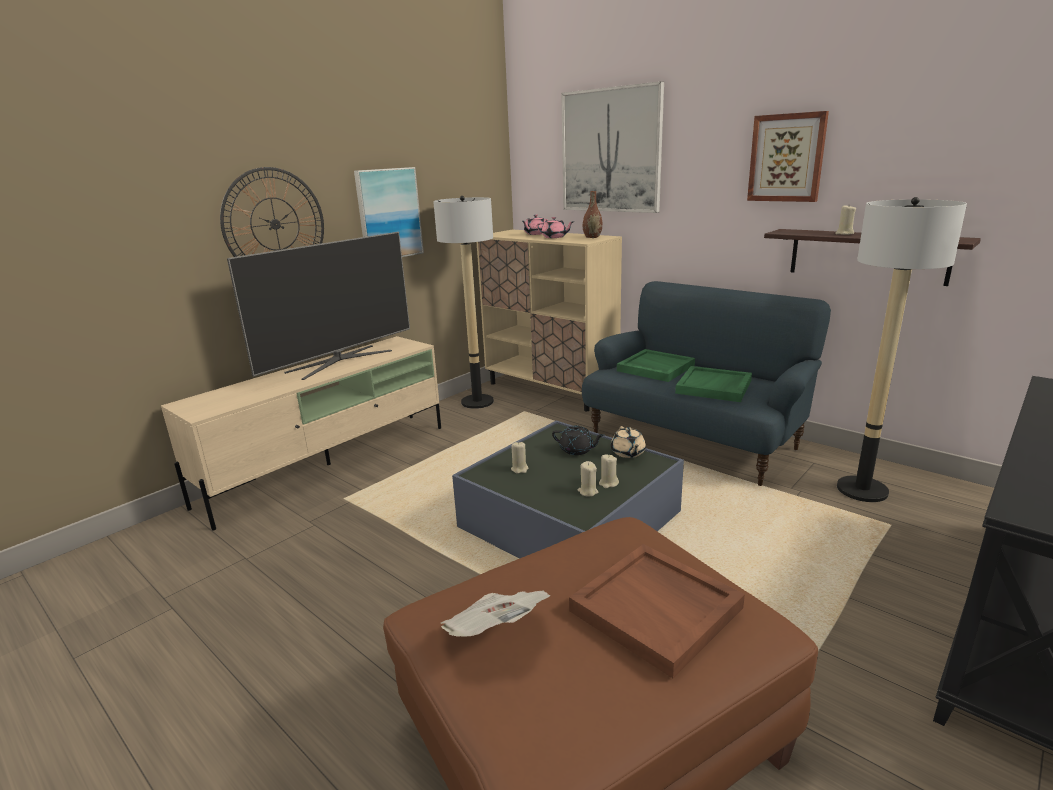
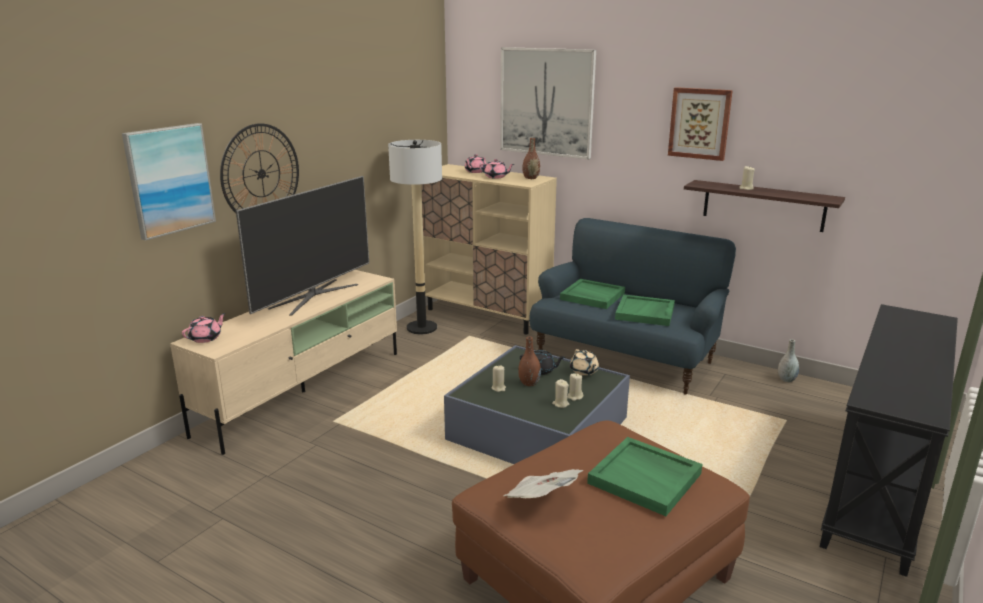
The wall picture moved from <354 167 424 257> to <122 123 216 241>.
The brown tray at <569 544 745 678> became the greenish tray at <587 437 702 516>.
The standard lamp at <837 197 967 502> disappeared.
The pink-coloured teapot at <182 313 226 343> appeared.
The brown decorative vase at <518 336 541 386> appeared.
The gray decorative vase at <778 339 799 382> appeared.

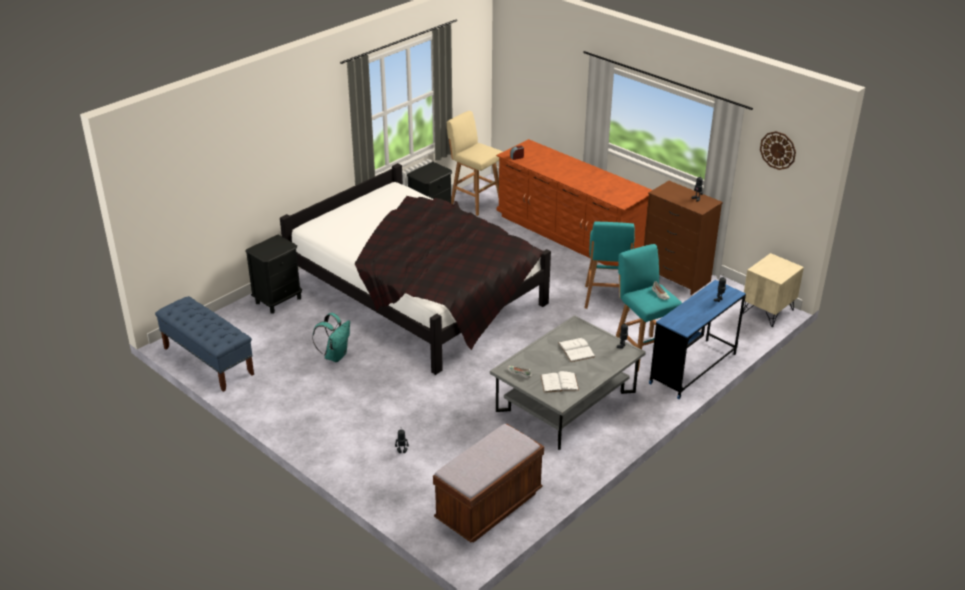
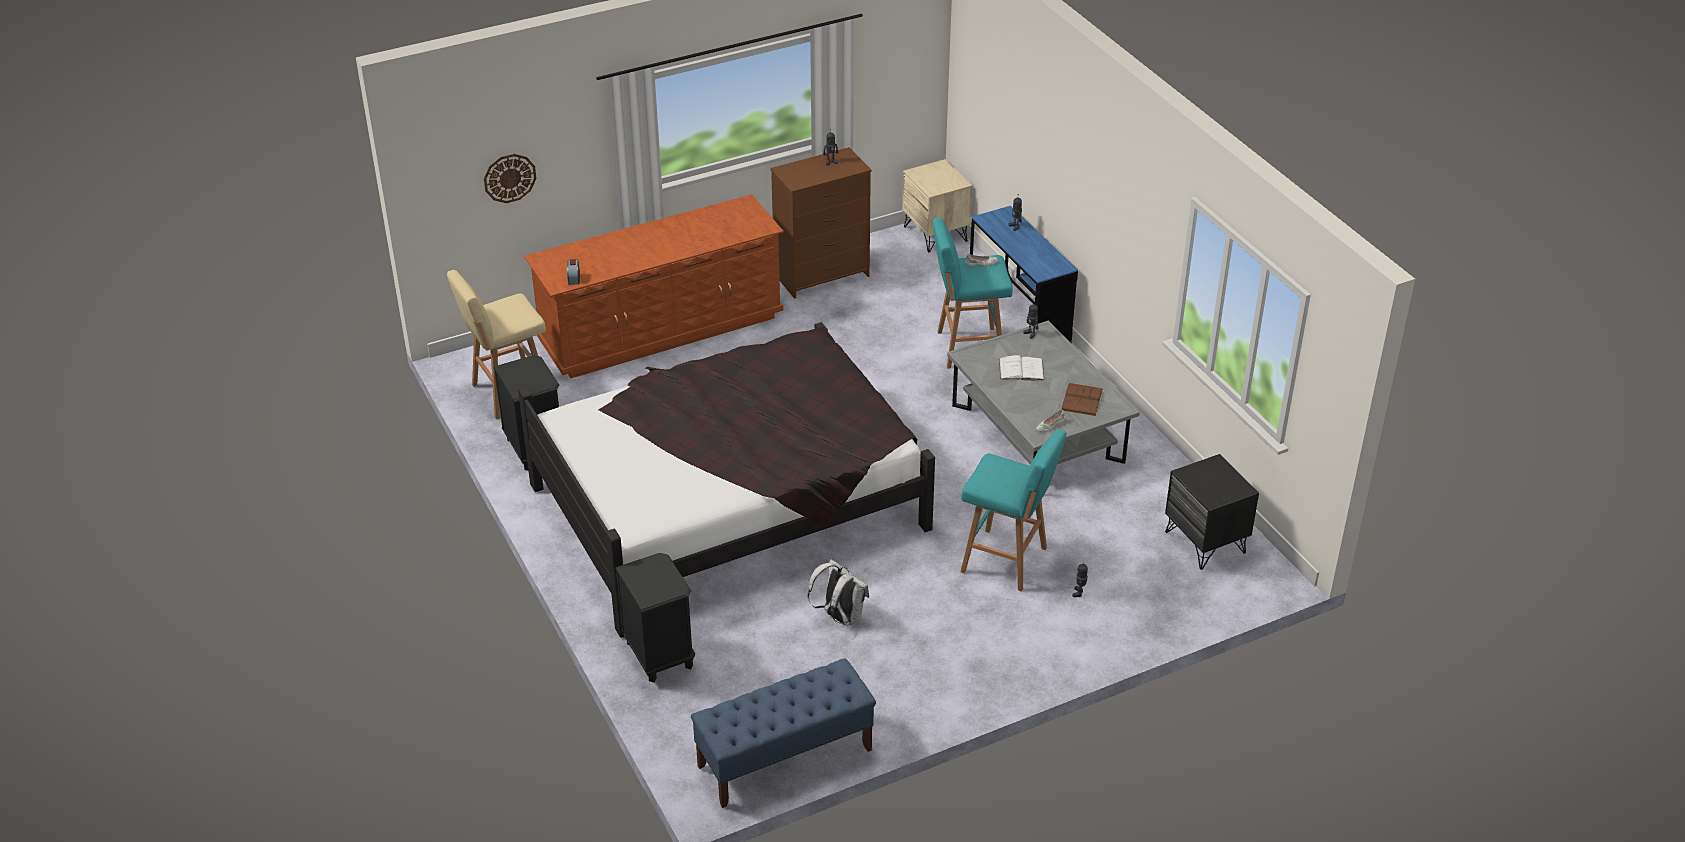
The turquoise rucksack at <312 313 350 362> became the white rucksack at <808 559 869 627>.
The brown indoor bench at <433 424 544 543> was replaced by the black nightstand at <1165 454 1259 570>.
The white book at <541 371 579 393> became the brown book at <1061 383 1103 416>.
The turquoise stool moved from <585 222 635 311> to <960 429 1066 592>.
The clock on the wall moved from <760 131 796 170> to <484 154 537 203>.

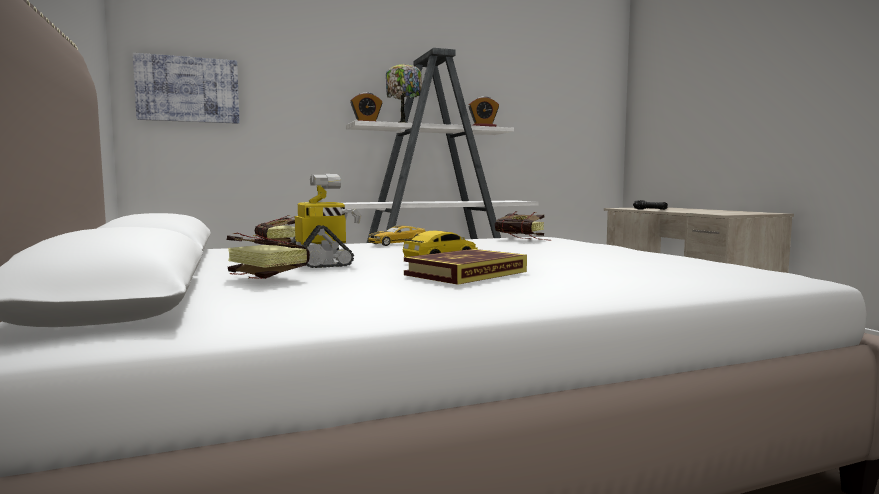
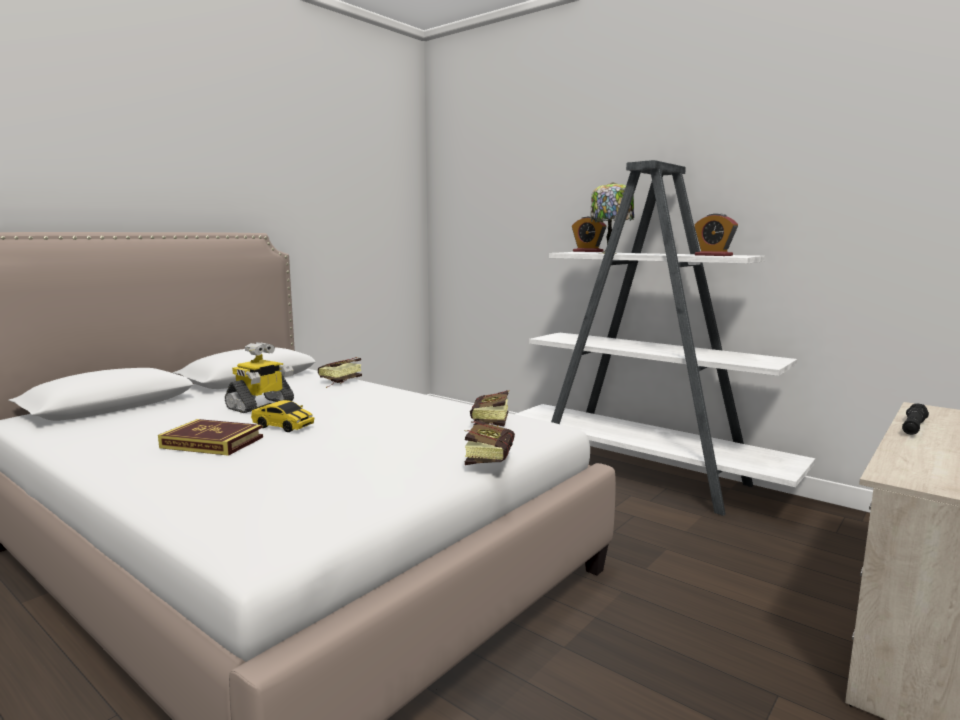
The wall picture at <133 53 240 124> disappeared.
The book moved from <227 232 310 279> to <465 420 515 465>.
The miniature car at <368 225 426 246> disappeared.

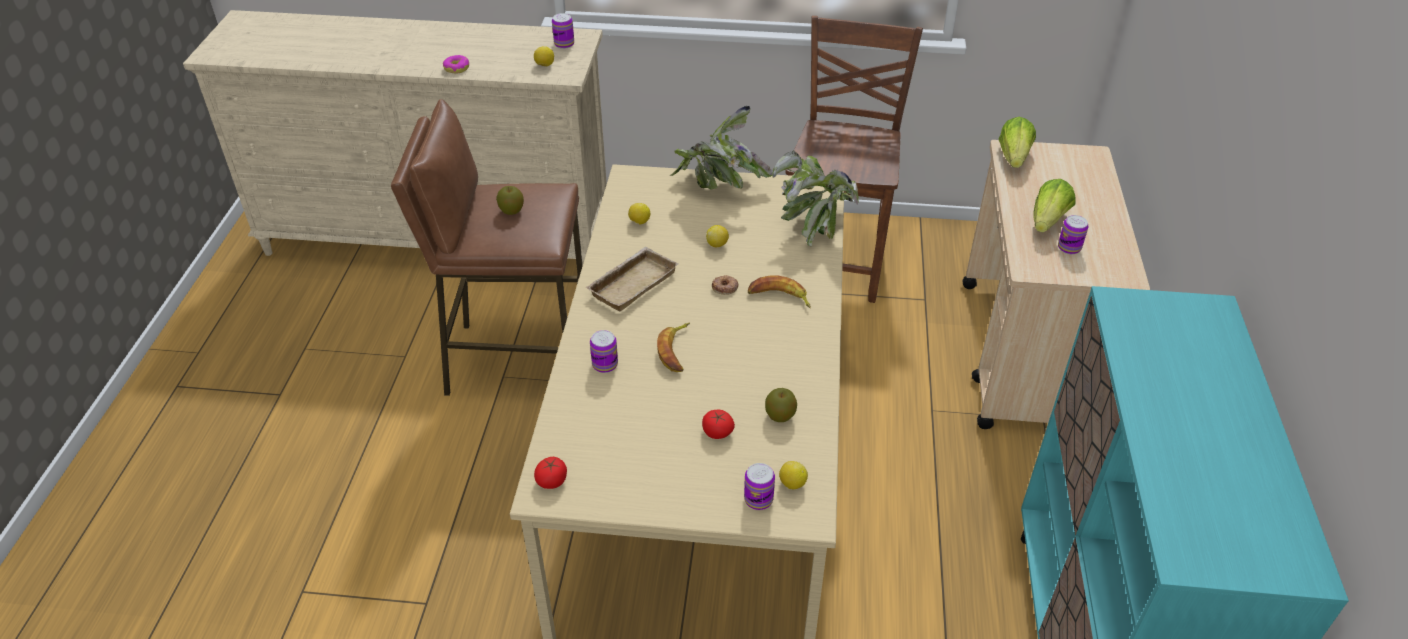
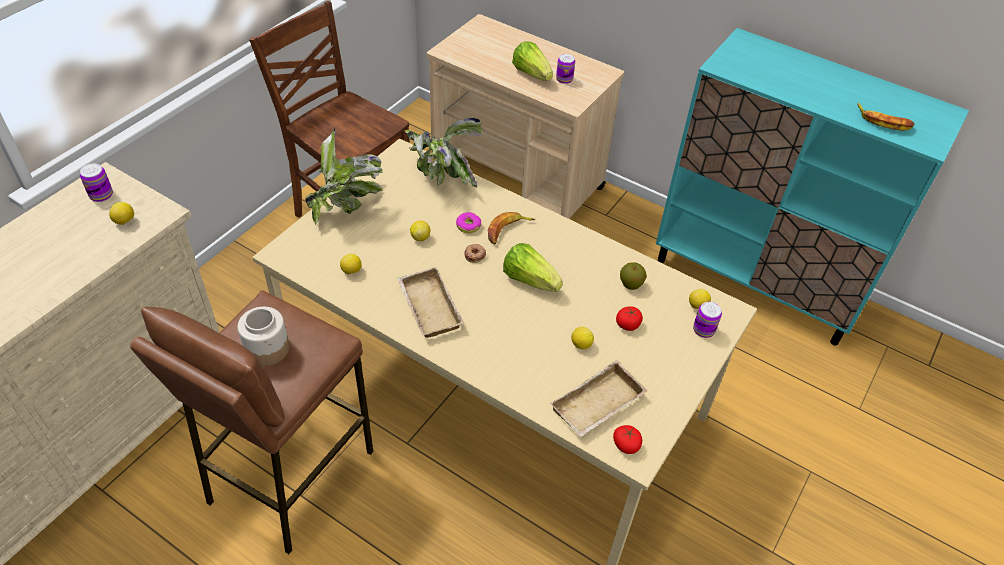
The donut moved from <443 55 469 73> to <456 212 481 233>.
The apple fruit at <496 186 524 215> was replaced by the storage jar at <237 307 289 367>.
The metal can at <590 330 618 373> disappeared.
The banana fruit moved from <657 323 690 372> to <857 103 915 131>.
The head of lettuce moved from <999 117 1036 168> to <503 243 563 292>.
The beige tray at <550 360 648 437> appeared.
The citrus fruit at <571 327 594 349> appeared.

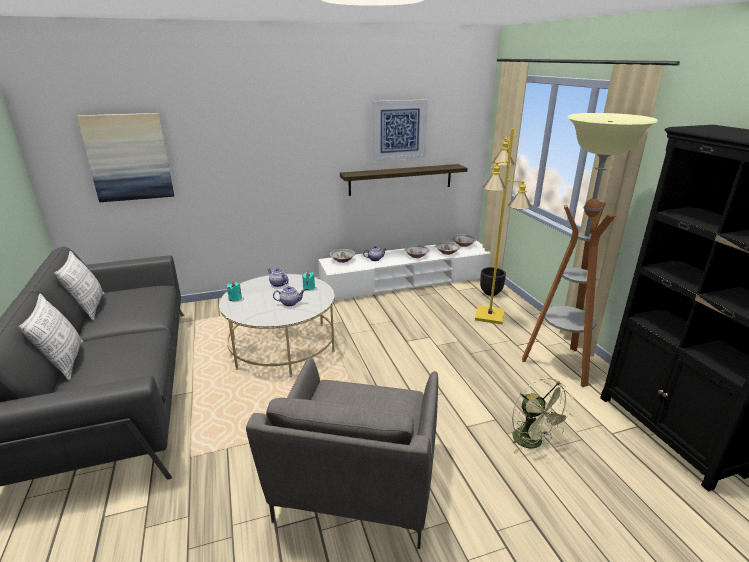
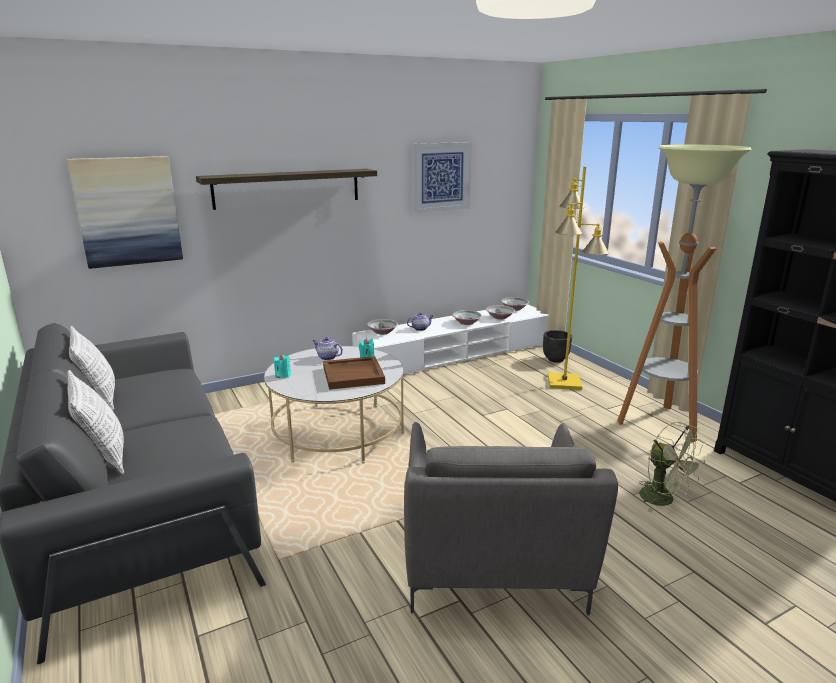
The teapot at <273 286 305 306> was replaced by the brown tray at <323 356 385 390>.
The bracket shelf moved from <340 164 468 196> to <196 169 377 210>.

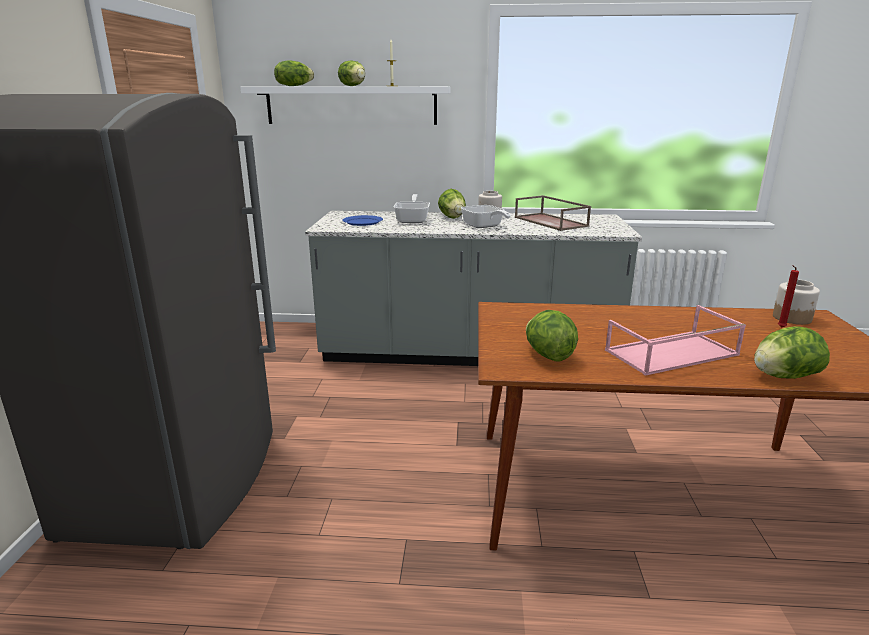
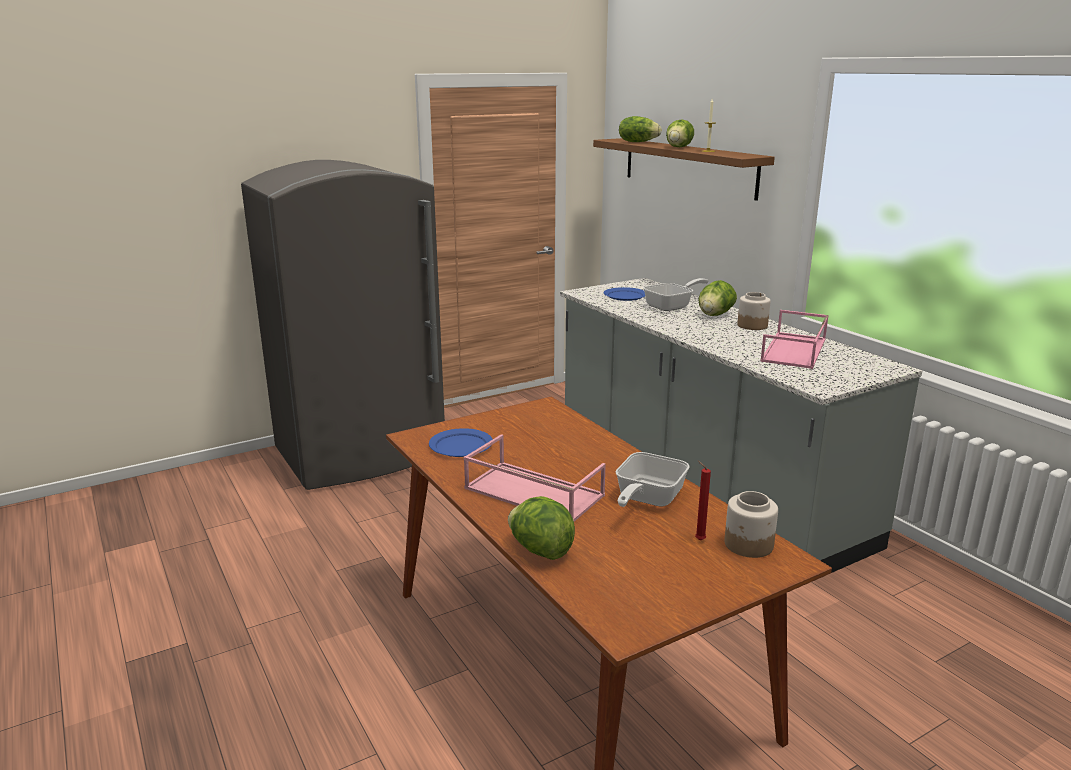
The white bracket shelf at <240 86 451 125> became the brown bracket shelf at <593 138 775 201>.
The frying pan moved from <461 205 511 228> to <615 452 690 507>.
The brown tray at <515 195 591 231> became the pink-coloured tray at <760 310 829 369>.
The head of lettuce at <526 310 578 362> was replaced by the blue-coloured dinner plate at <429 428 493 457>.

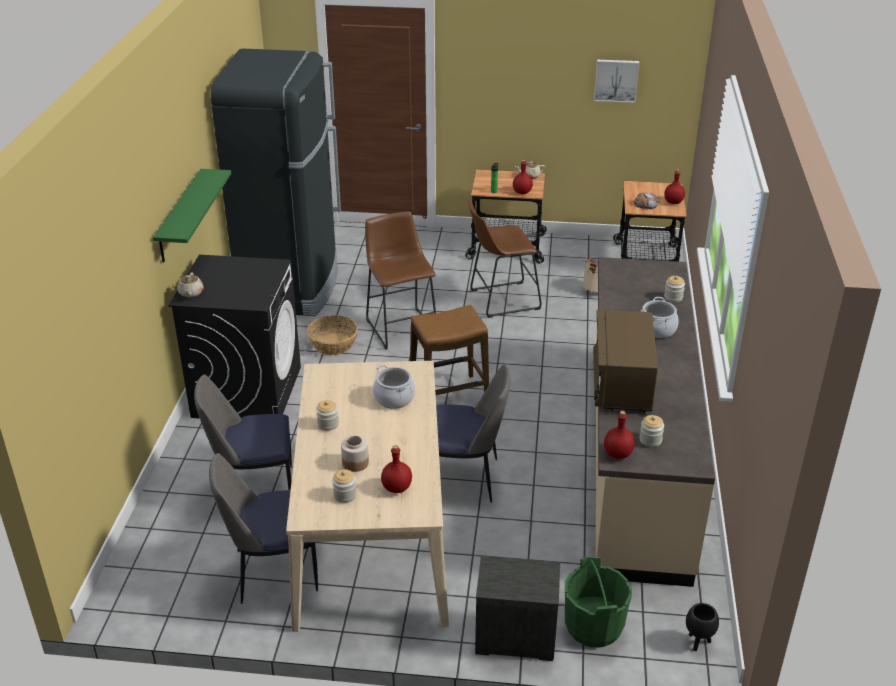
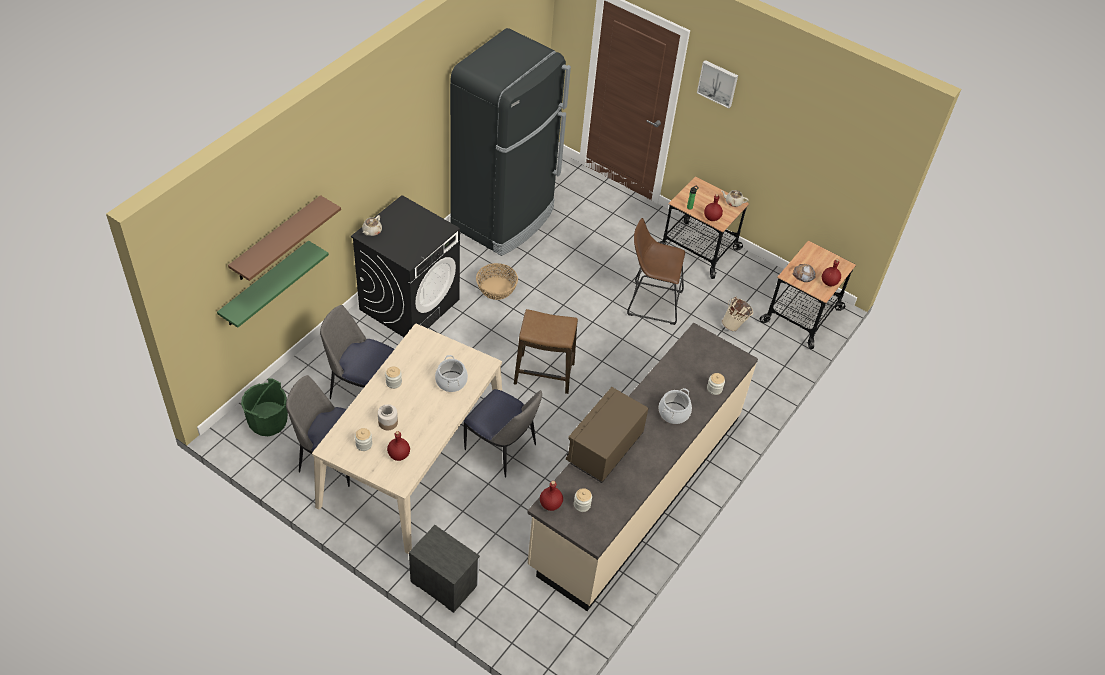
The greenish bracket shelf moved from <153 169 231 263> to <217 240 329 328>.
The brown stool at <365 211 436 350> disappeared.
The greenish pail moved from <565 556 632 647> to <241 378 288 436>.
The wall picture moved from <594 60 639 103> to <697 60 738 108>.
The black flower pot at <686 603 719 651> disappeared.
The brown bracket shelf at <228 195 341 281> appeared.

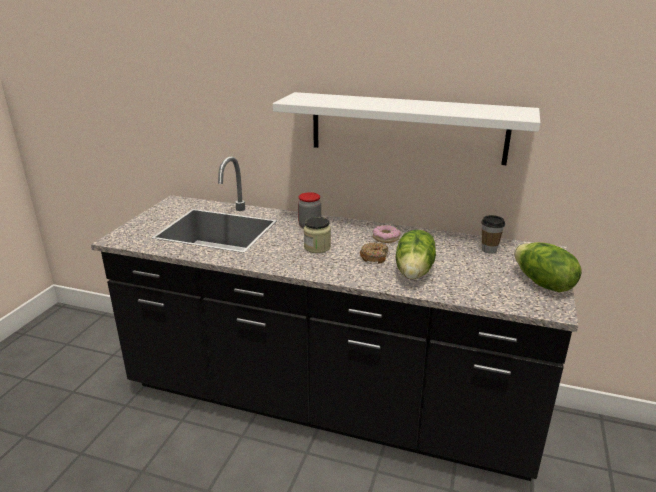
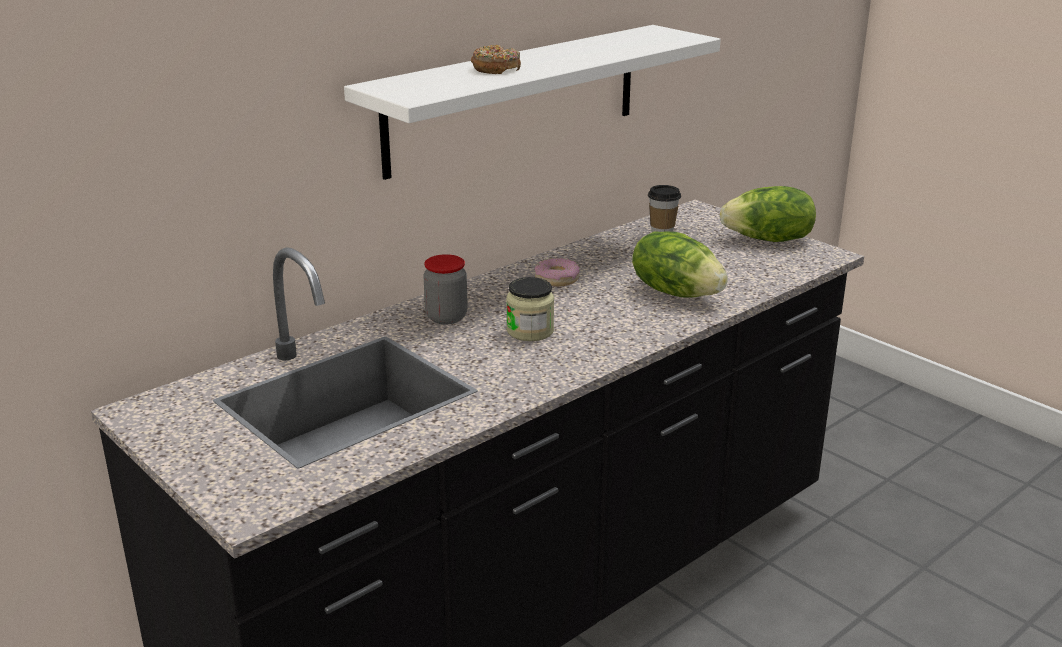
The donut moved from <359 243 388 264> to <471 45 521 74>.

